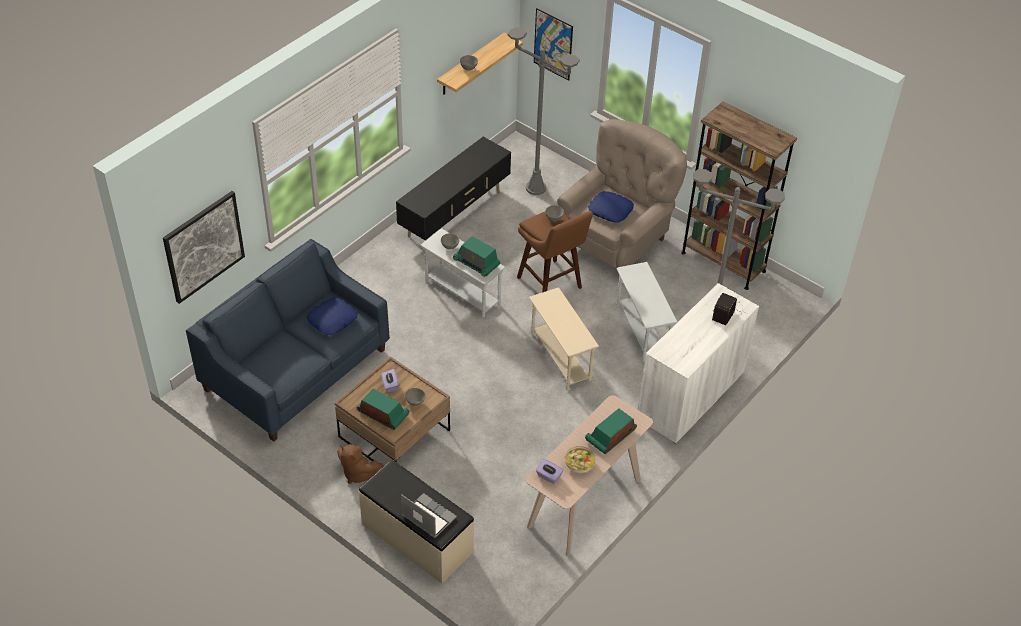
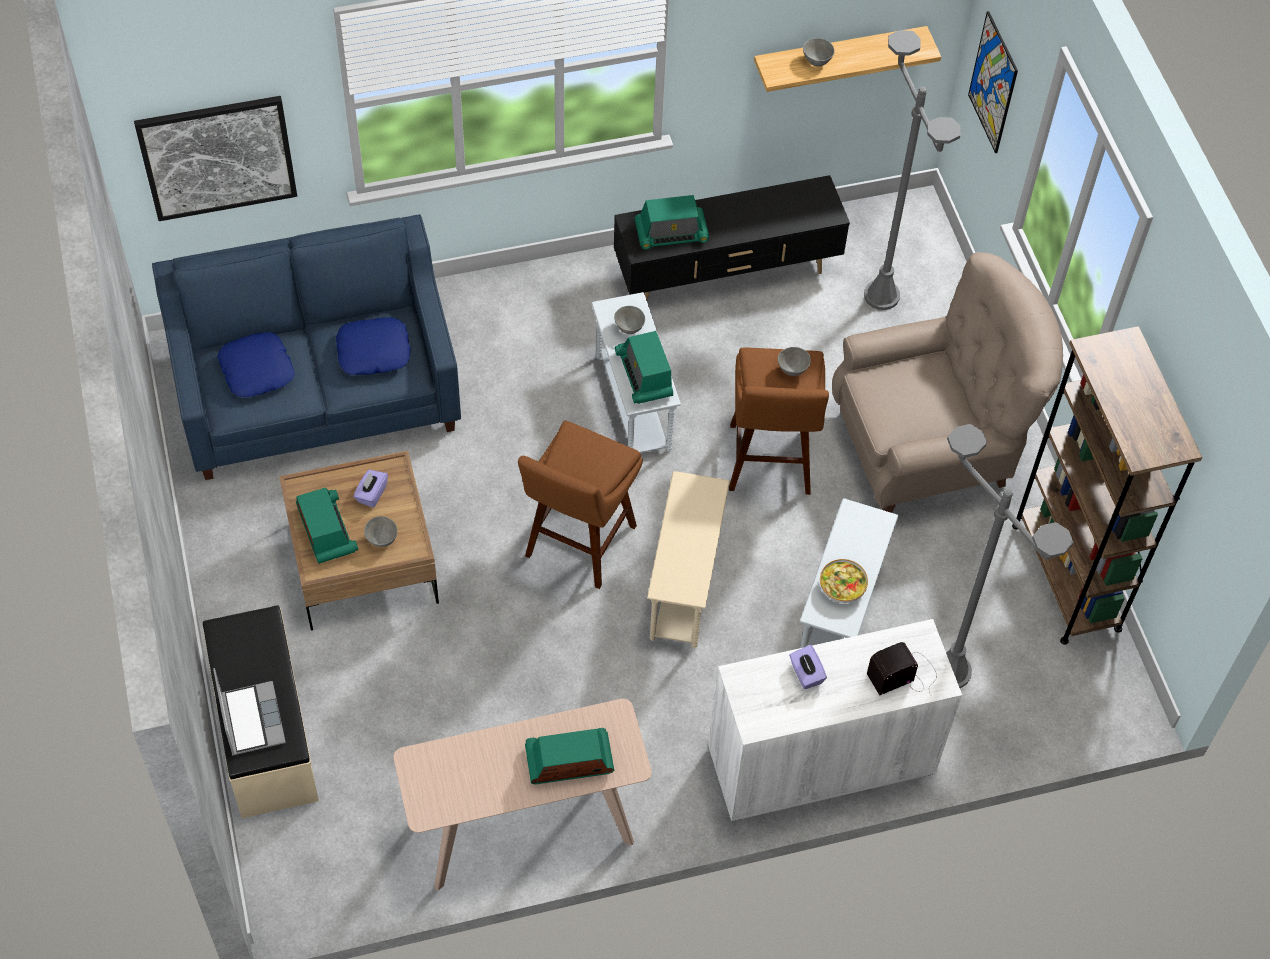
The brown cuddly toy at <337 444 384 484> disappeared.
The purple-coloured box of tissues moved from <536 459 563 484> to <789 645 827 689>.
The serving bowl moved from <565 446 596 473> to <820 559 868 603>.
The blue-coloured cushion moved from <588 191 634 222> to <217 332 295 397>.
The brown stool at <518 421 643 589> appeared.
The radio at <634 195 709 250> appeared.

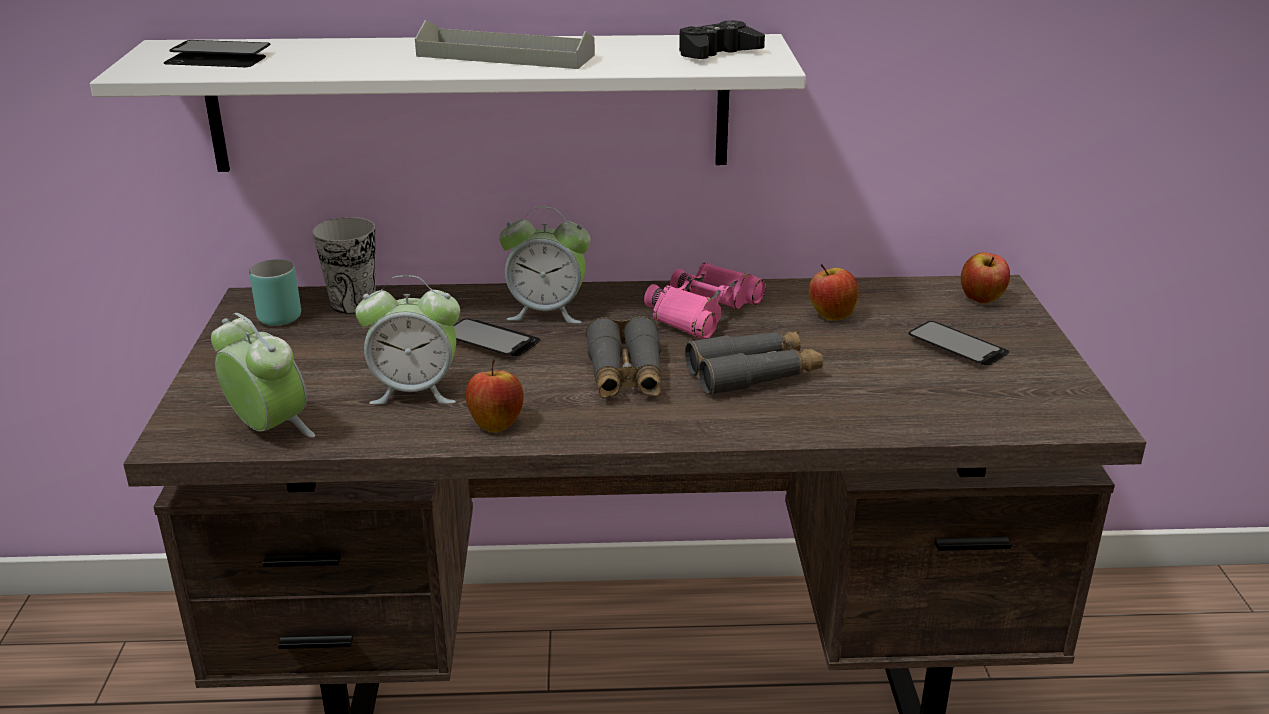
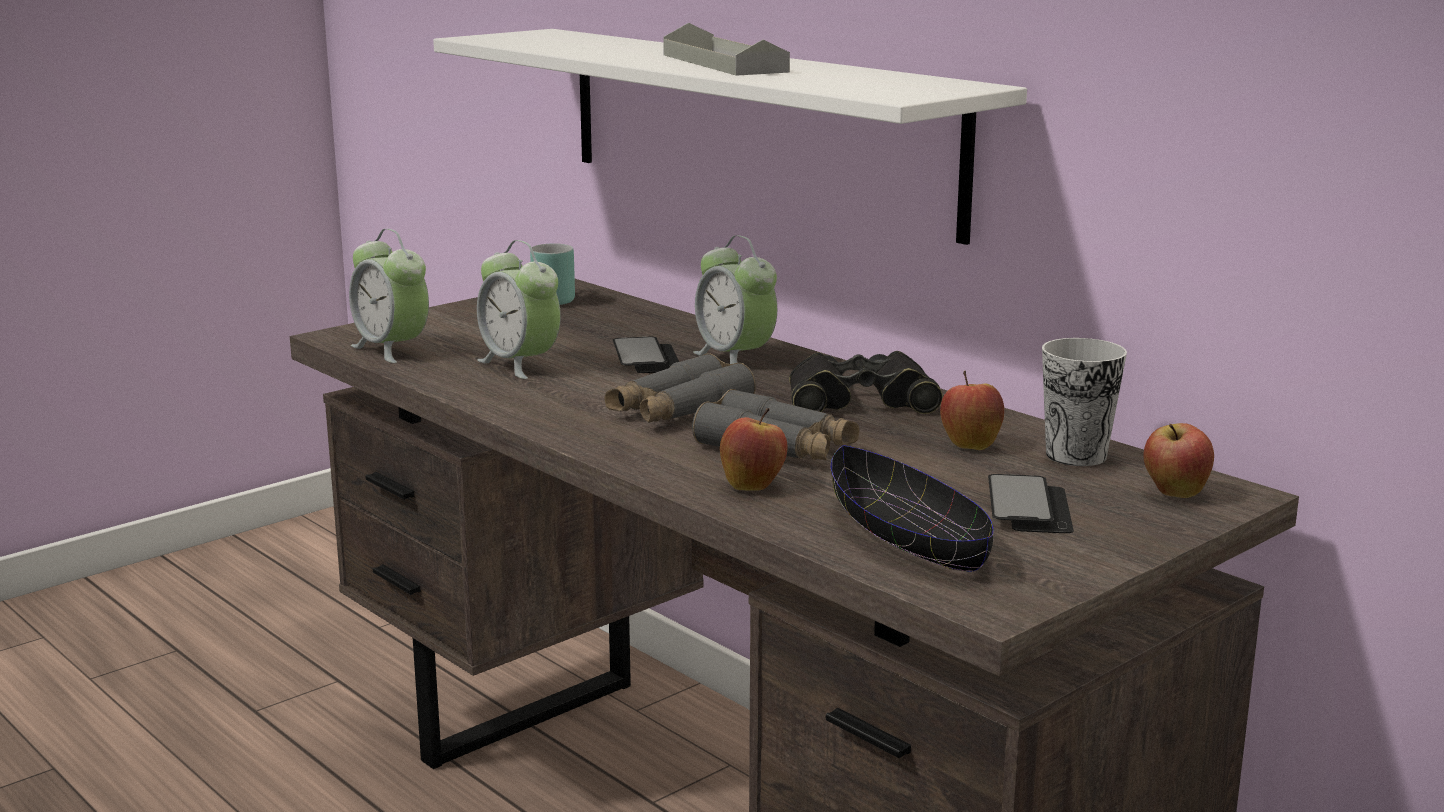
The phone at <164 40 271 67> disappeared.
The table clock at <211 313 315 438> turned 135 degrees clockwise.
The cup moved from <313 217 376 314> to <1042 338 1127 466>.
The apple fruit moved from <466 359 524 433> to <720 408 788 491>.
The pink-coloured pair of binoculars at <644 263 766 339> became the black pair of binoculars at <789 351 943 414>.
The black game controller at <679 20 765 59> disappeared.
The black serving bowl at <831 445 994 572> appeared.

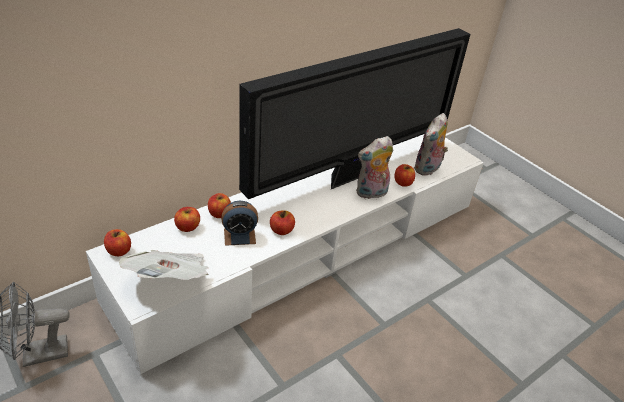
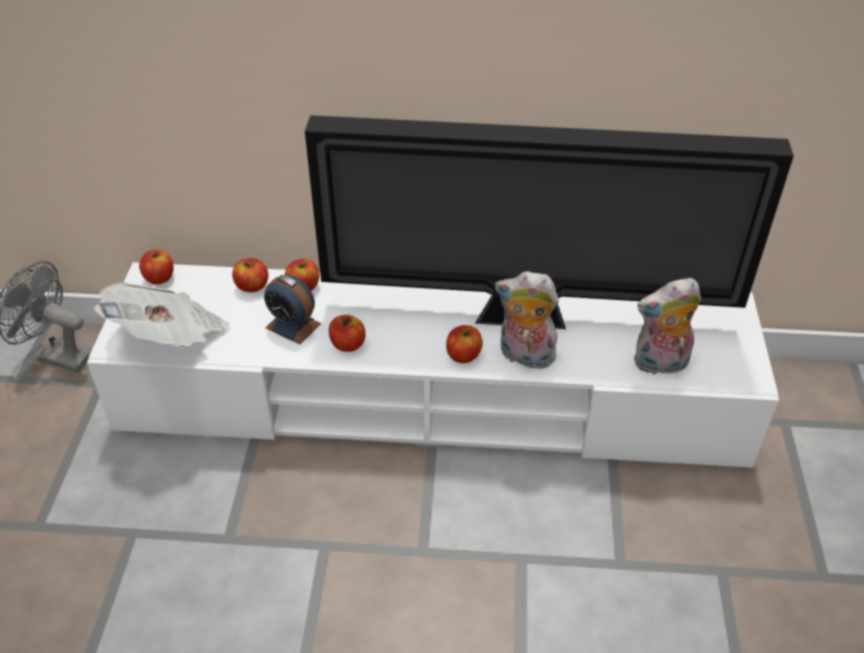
The apple fruit moved from <395 164 415 187> to <446 325 483 363>.

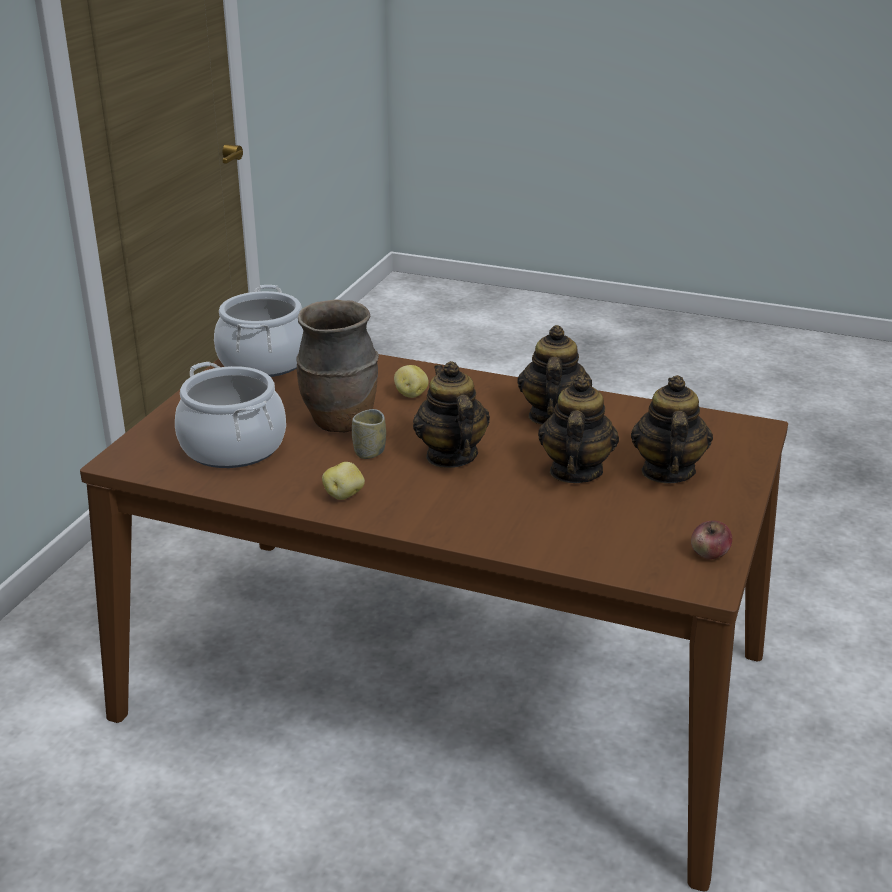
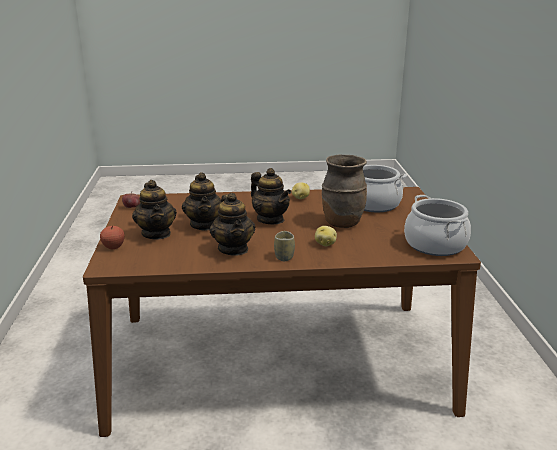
The cup moved from <352 409 386 459> to <274 231 295 261>.
The apple fruit at <100 226 125 250> appeared.

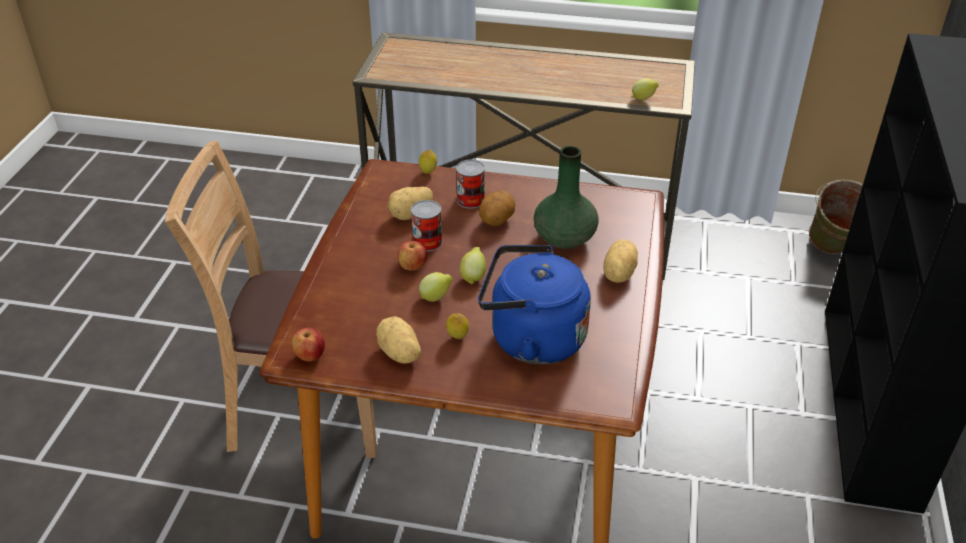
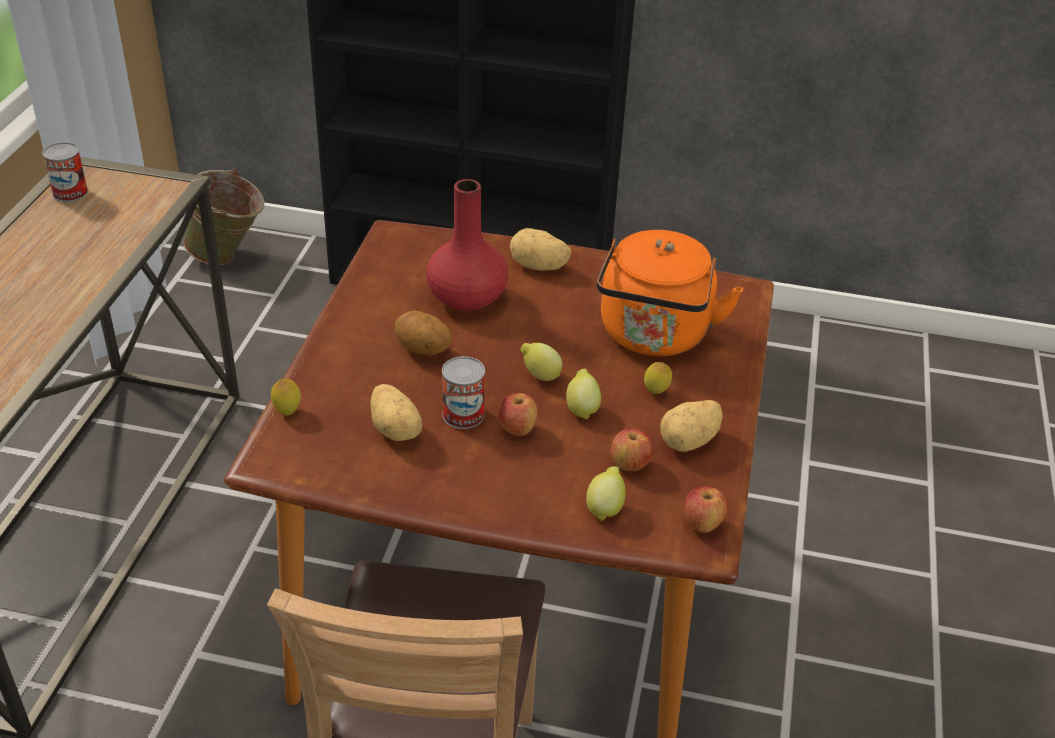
The metal can moved from <456 159 485 208> to <42 142 88 202>.
The blue-coloured kettle at <478 245 591 365> became the orange-coloured kettle at <596 230 743 356>.
The greenish decorative vase at <534 146 598 249> became the red-coloured decorative vase at <426 179 508 311>.
The citrus fruit moved from <632 78 659 101> to <586 466 625 521>.
The apple fruit at <611 428 653 471> appeared.

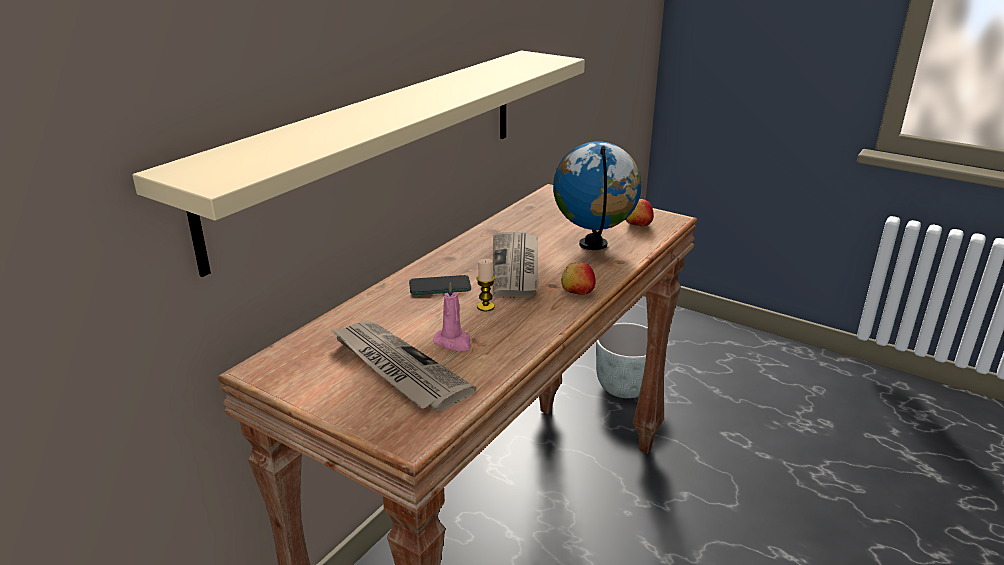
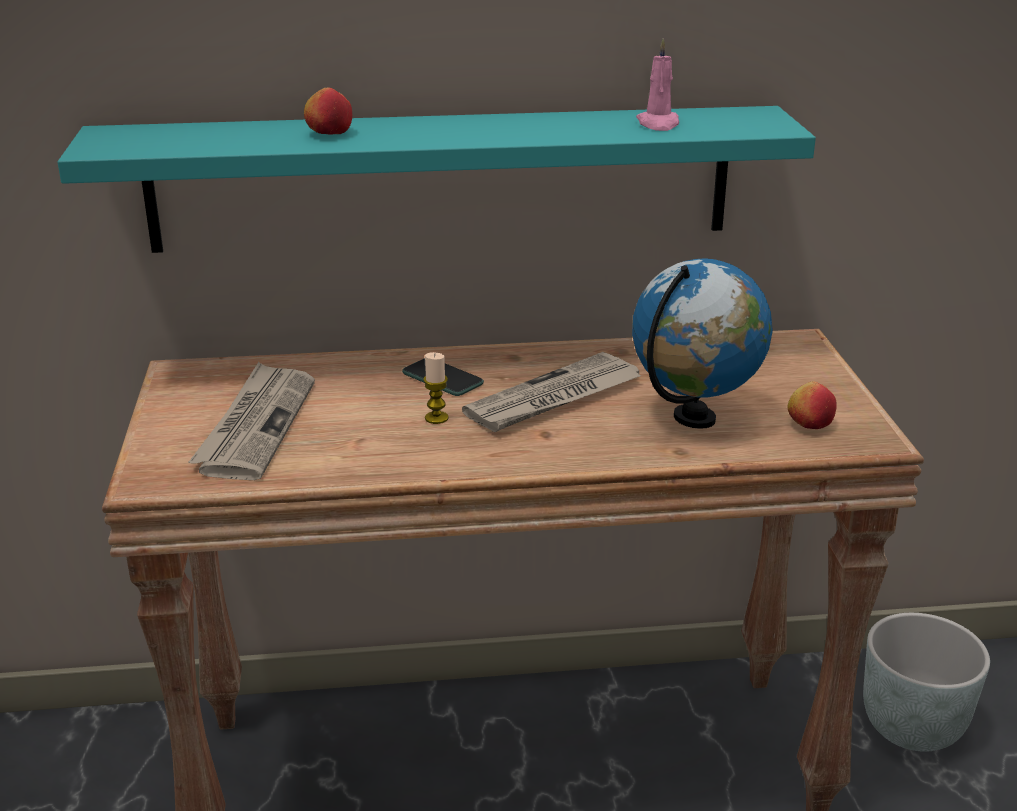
The beige bracket shelf at <132 51 585 277> became the turquoise bracket shelf at <58 106 816 253>.
The pink-coloured candle moved from <433 282 471 351> to <636 38 679 131>.
The apple fruit moved from <561 262 596 295> to <304 87 352 135>.

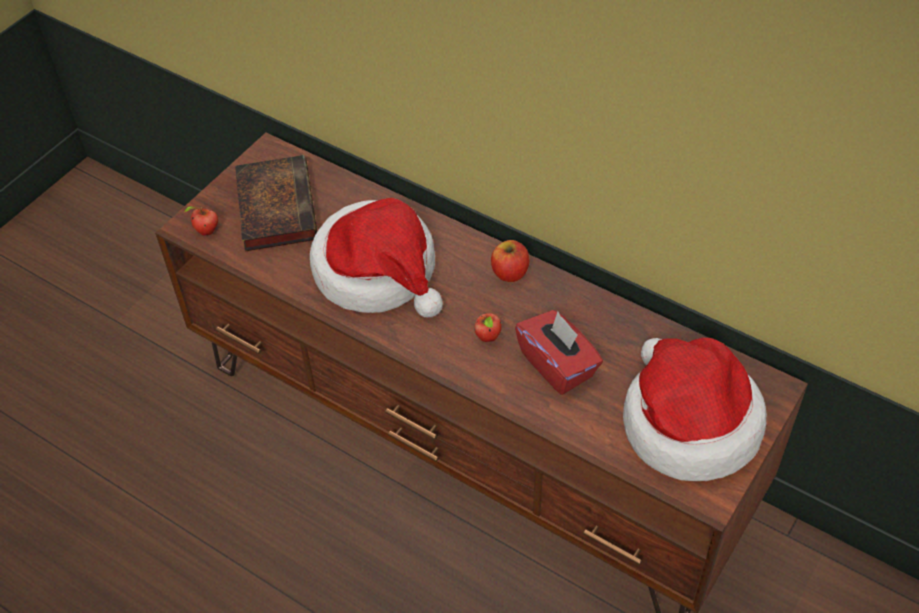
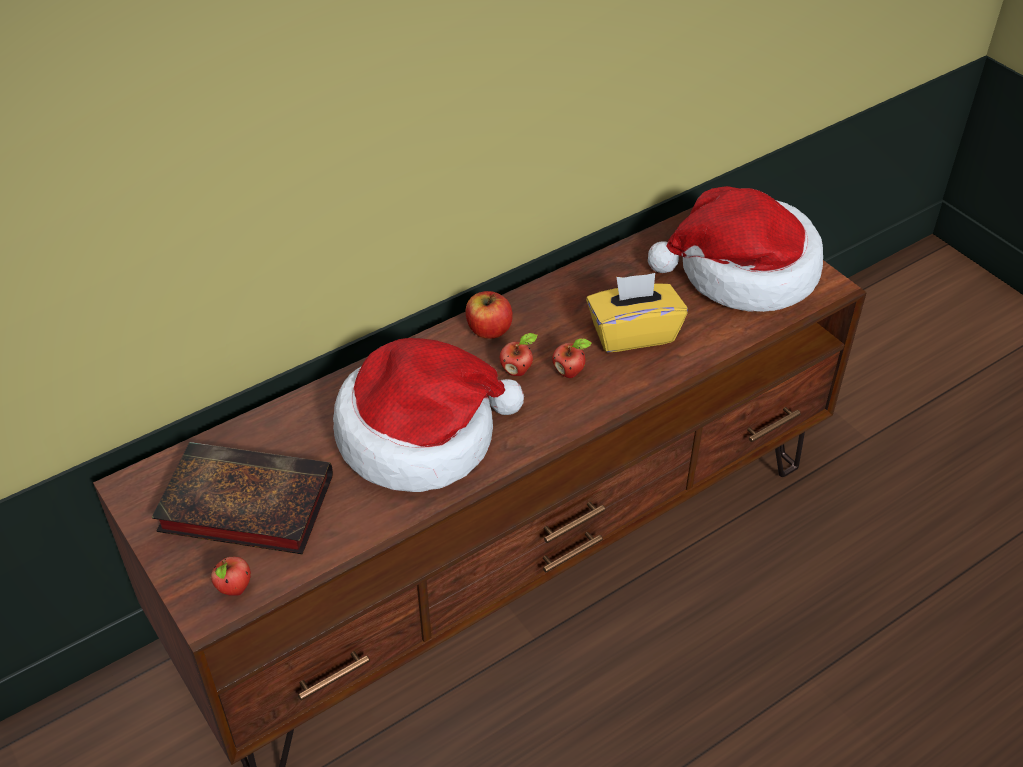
The red-coloured box of tissues at <515 310 603 395> became the yellowish box of tissues at <586 273 688 353>.
The apple fruit at <500 333 537 376> appeared.

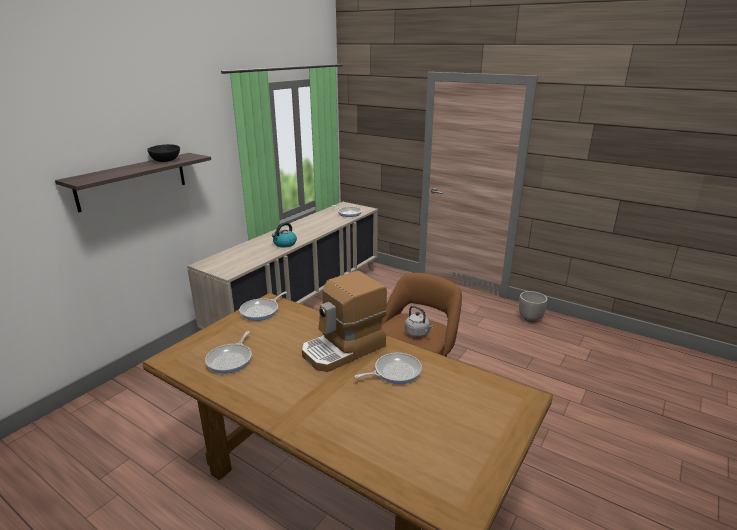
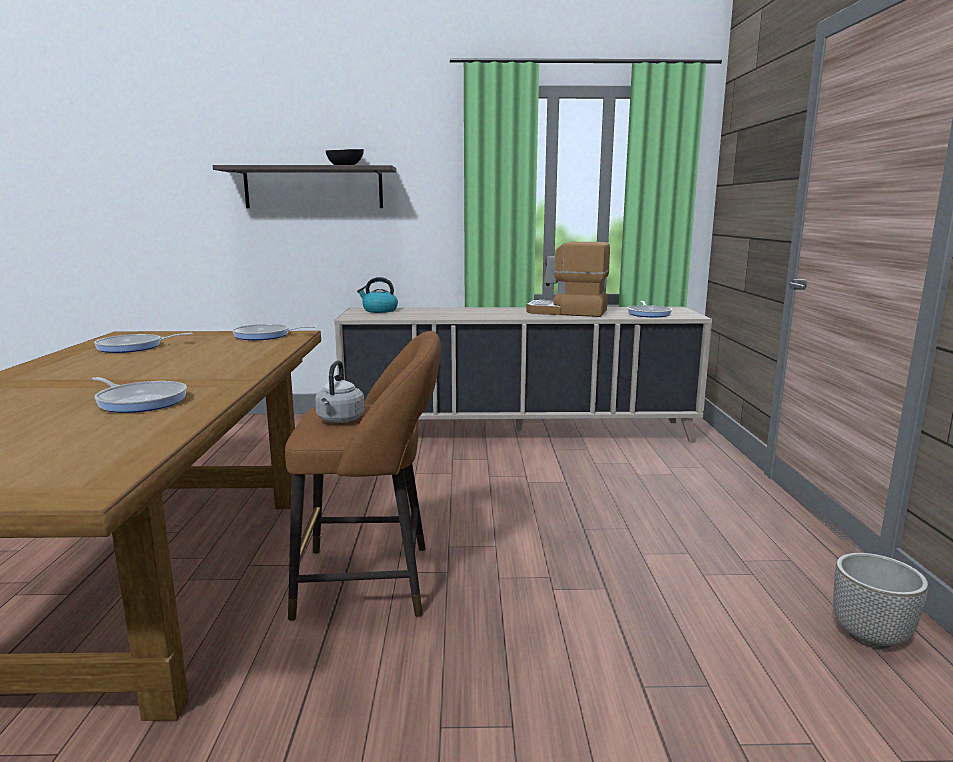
The kettle moved from <272 222 297 248> to <357 277 398 313>.
The coffee brewer moved from <302 271 387 372> to <526 242 610 317>.

